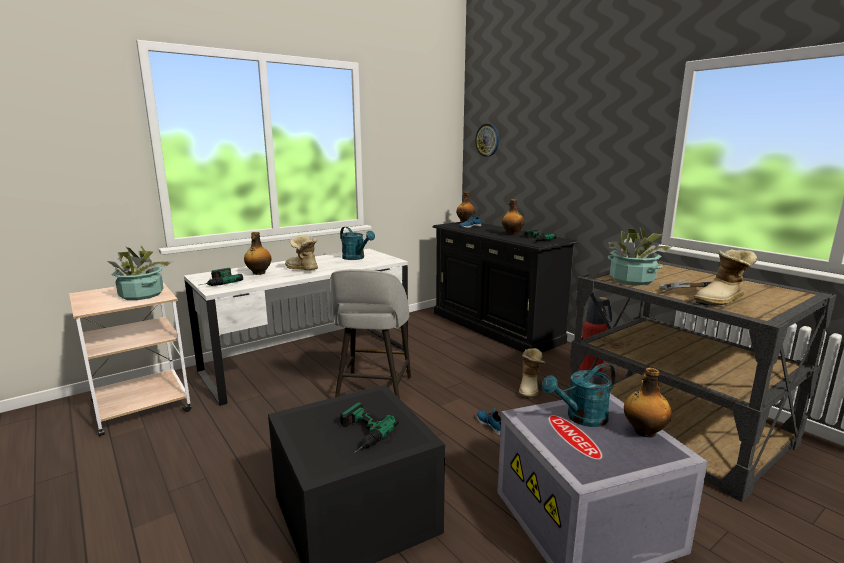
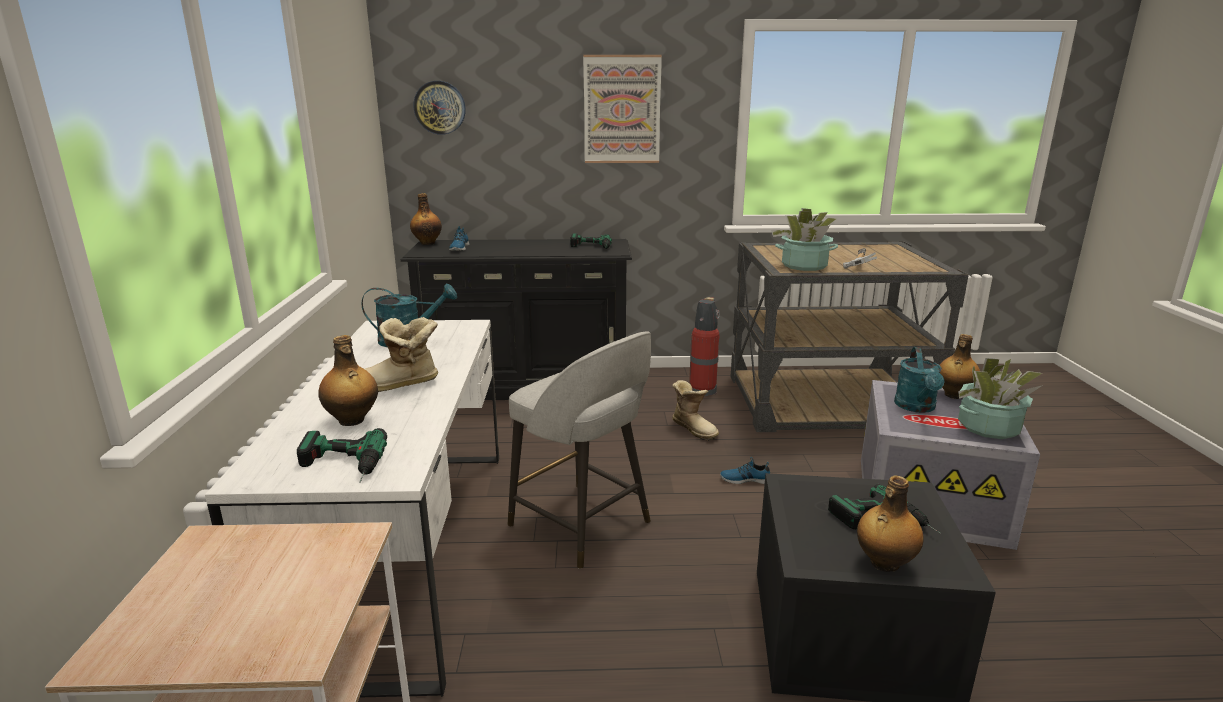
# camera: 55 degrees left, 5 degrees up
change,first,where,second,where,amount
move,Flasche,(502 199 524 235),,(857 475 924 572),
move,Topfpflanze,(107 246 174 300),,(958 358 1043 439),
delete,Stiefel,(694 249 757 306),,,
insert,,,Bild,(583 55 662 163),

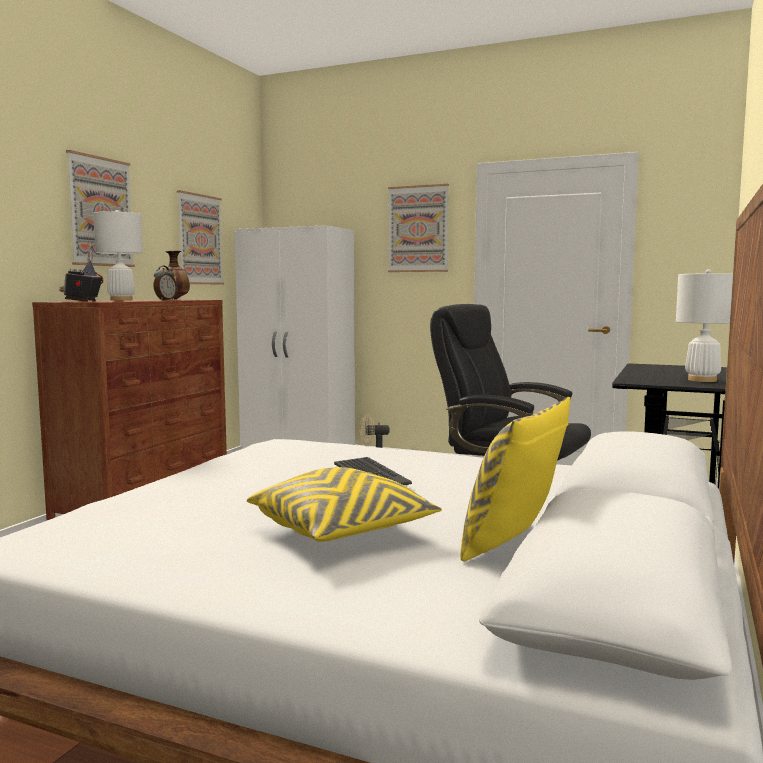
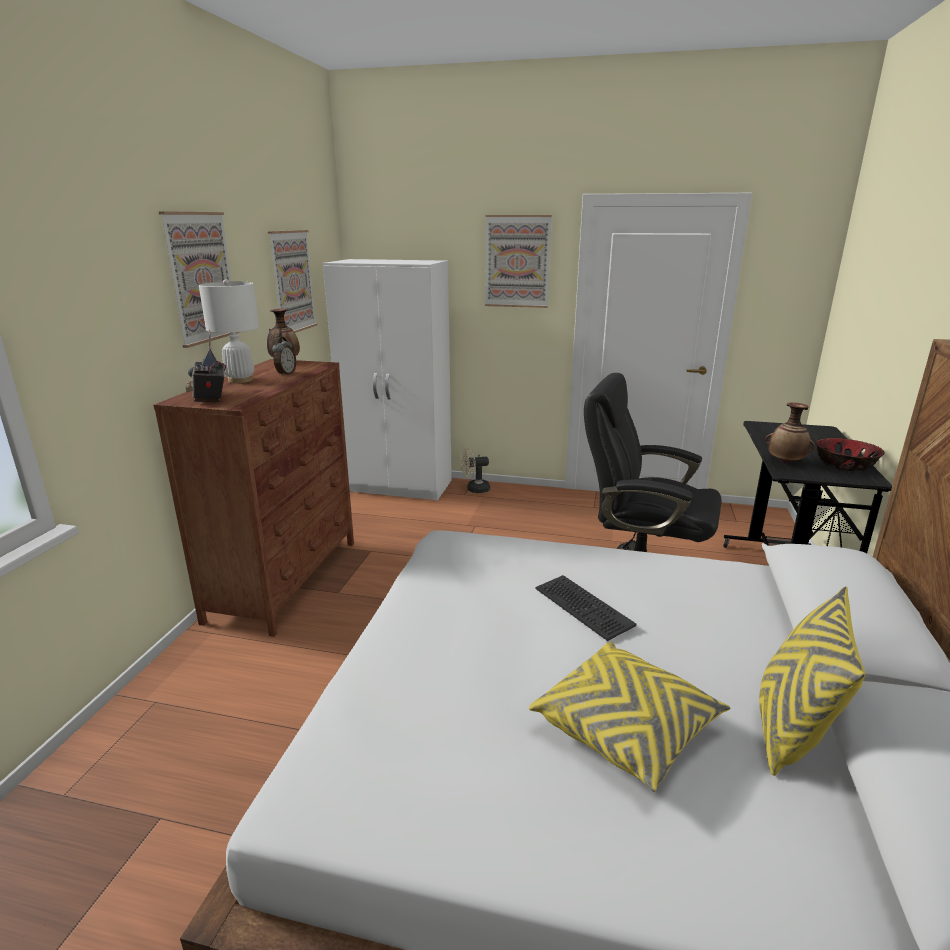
# camera: 10 degrees left, 15 degrees up
change,first,where,second,where,amount
replace,Tischlampe (weiß),(676 269 733 382),Schüssel,(816 438 884 471),
insert,,,Vase,(765 403 815 463),

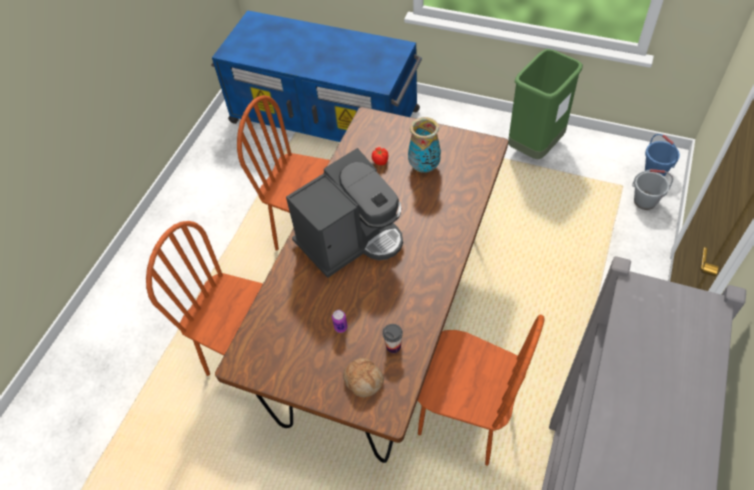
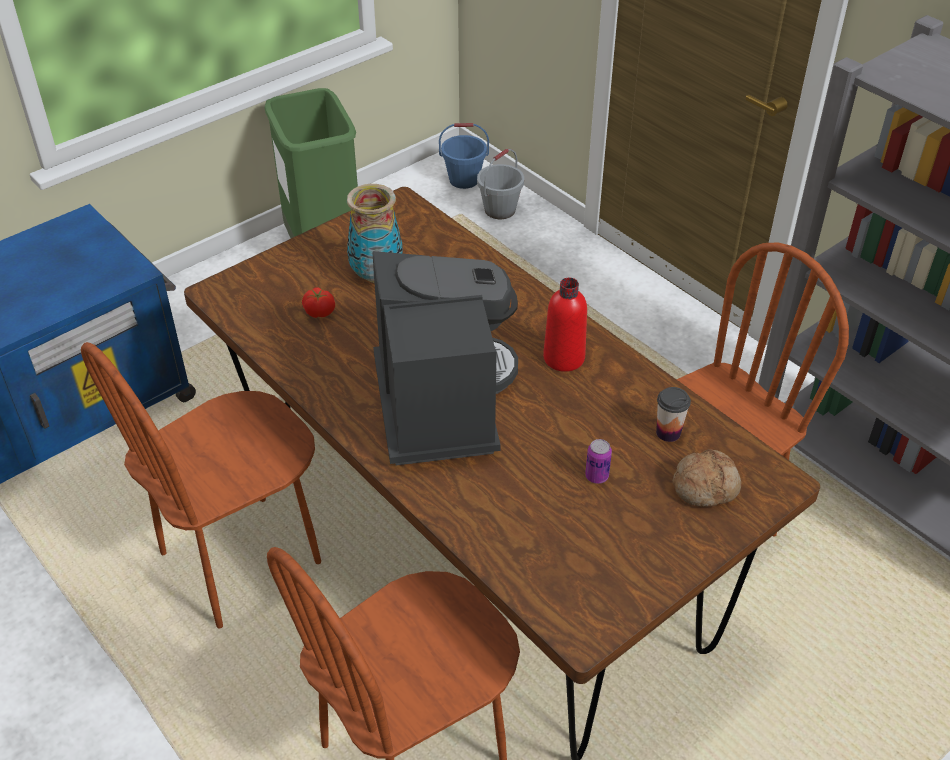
# camera: 65 degrees left, 10 degrees down
change,first,where,second,where,amount
insert,,,Flasche (rot),(543 278 587 372),

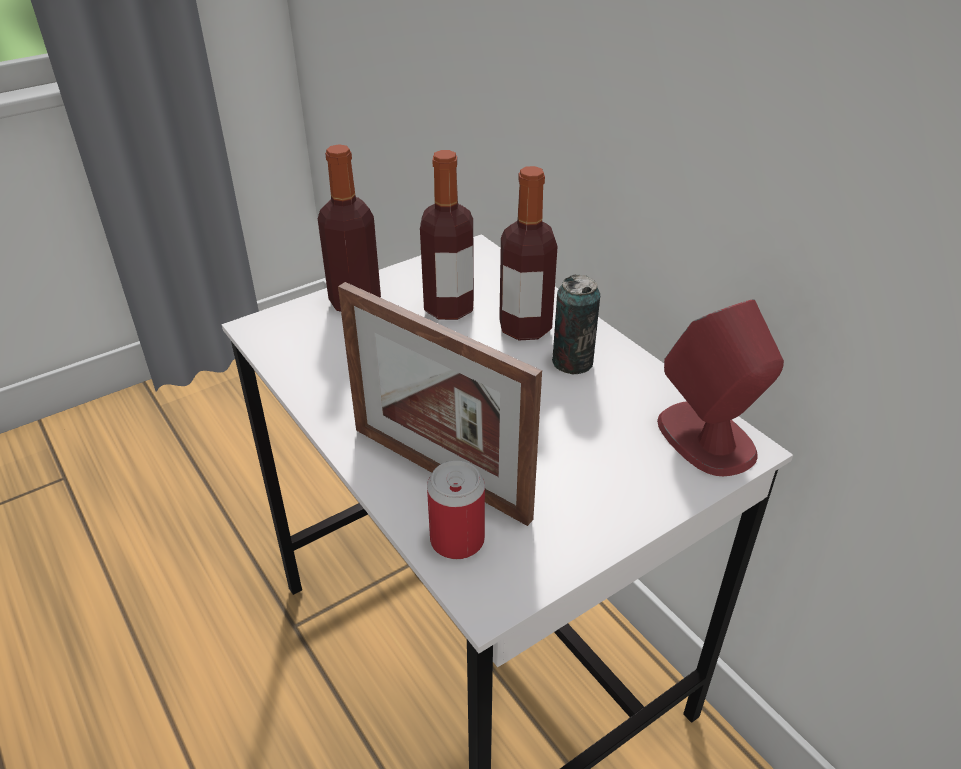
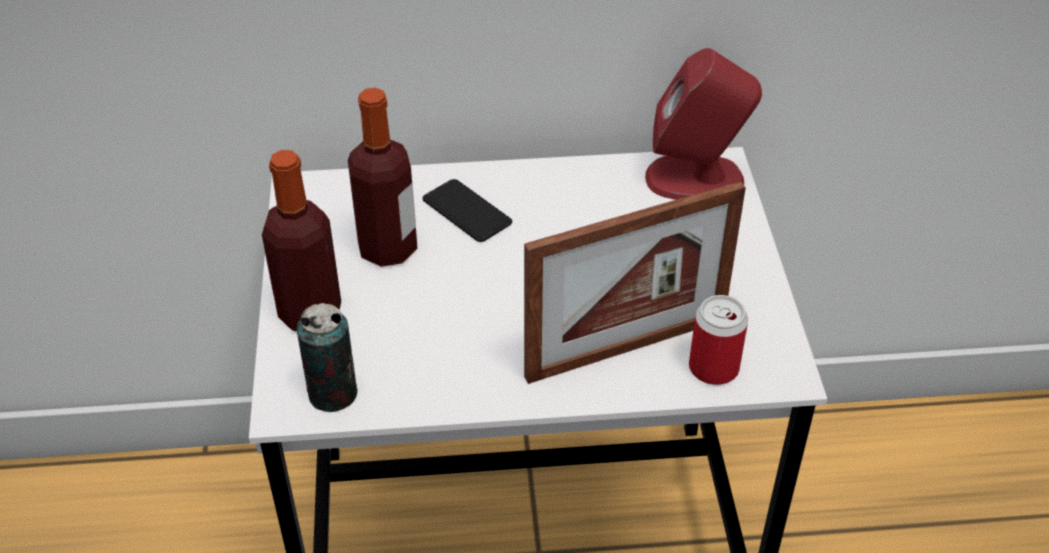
# camera: 60 degrees left, 5 degrees up
change,first,where,second,where,amount
replace,Flasche,(499 166 558 340),Handy,(422 179 512 242),
move,Dose,(552 275 600 374),,(297 303 357 412),

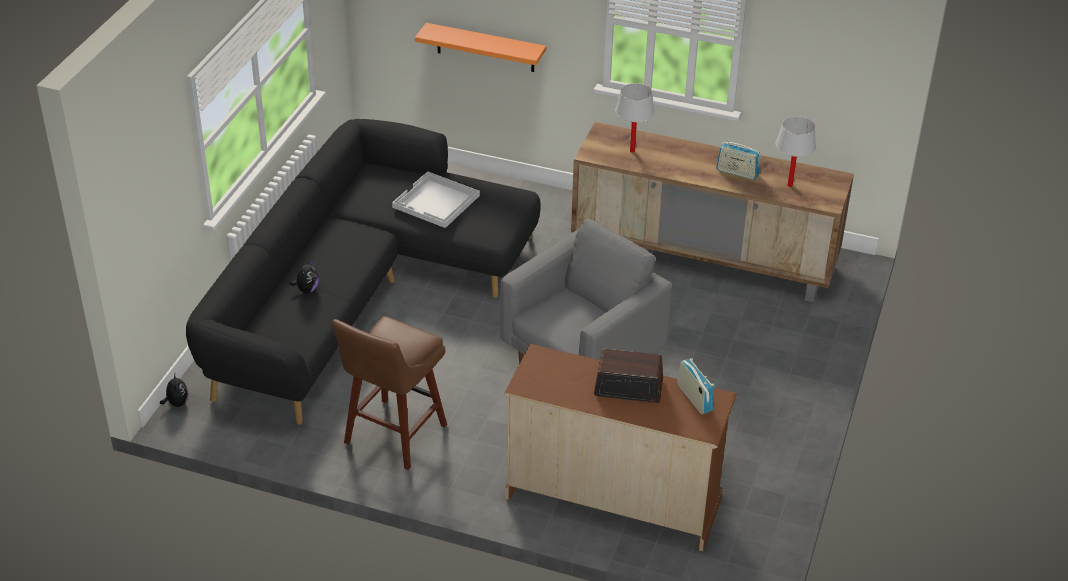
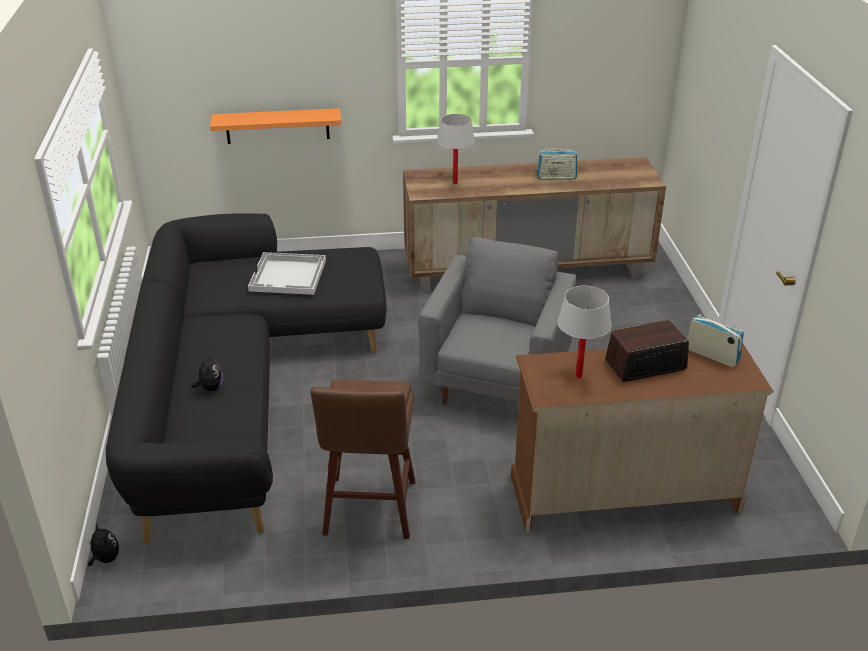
# camera: 25 degrees left, 5 degrees down
change,first,where,second,where,amount
move,Tischlampe (weiß),(776 116 816 187),,(557 286 611 378),

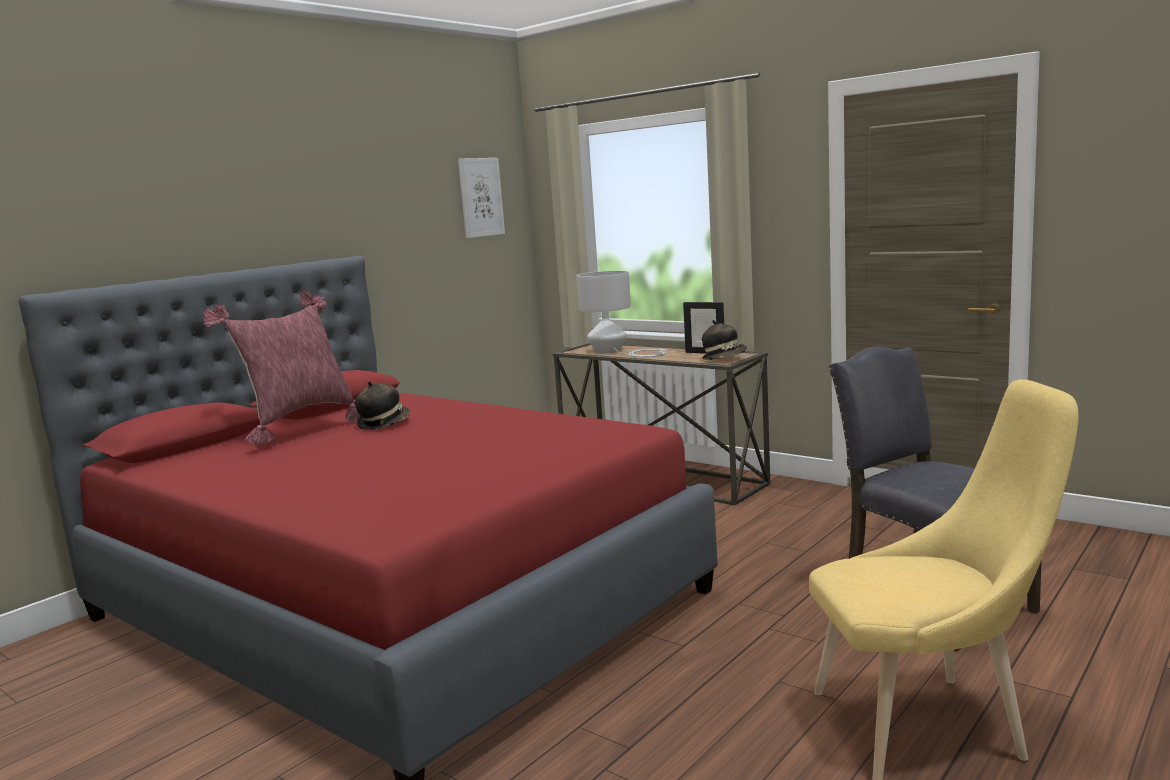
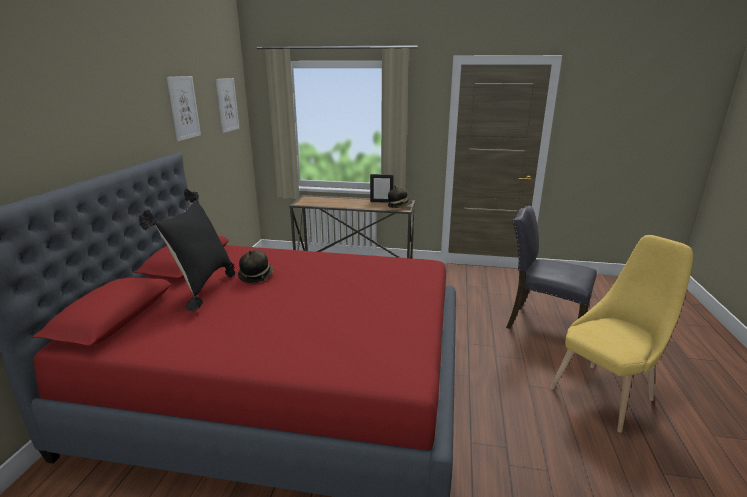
# camera: 30 degrees left, 10 degrees up
change,first,where,second,where,amount
delete,Tischlampe (weiß),(576 271 667 357),,,
recolor,Kissen (rot),(202 290 360 445),Kissen (schwarz),(138 189 236 311),
insert,,,Bild,(167 76 201 141),

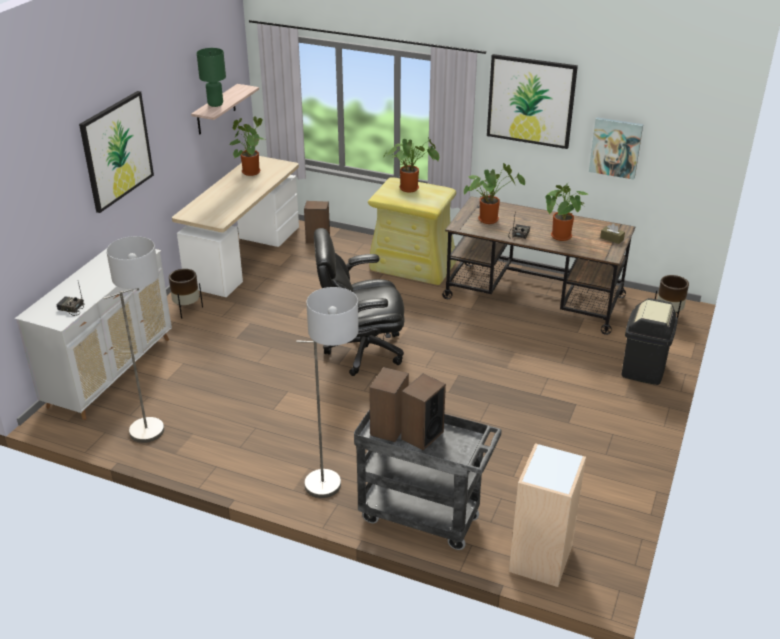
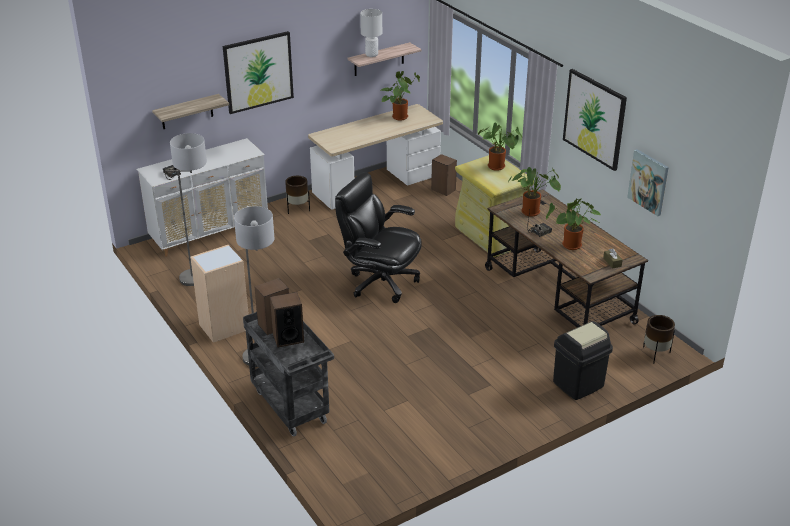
# camera: 35 degrees right, 0 degrees up
change,first,where,second,where,amount
recolor,Tischlampe (grün),(197 48 226 107),Tischlampe (weiß),(360 9 382 57),
move,Bücherregal,(509 443 586 587),,(190 245 249 343),
insert,,,Wandregal,(152 94 229 129),

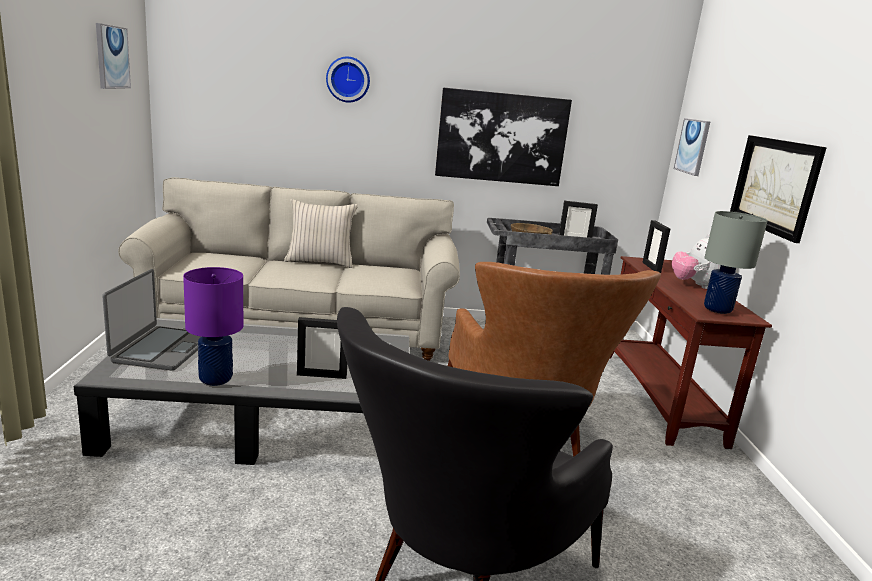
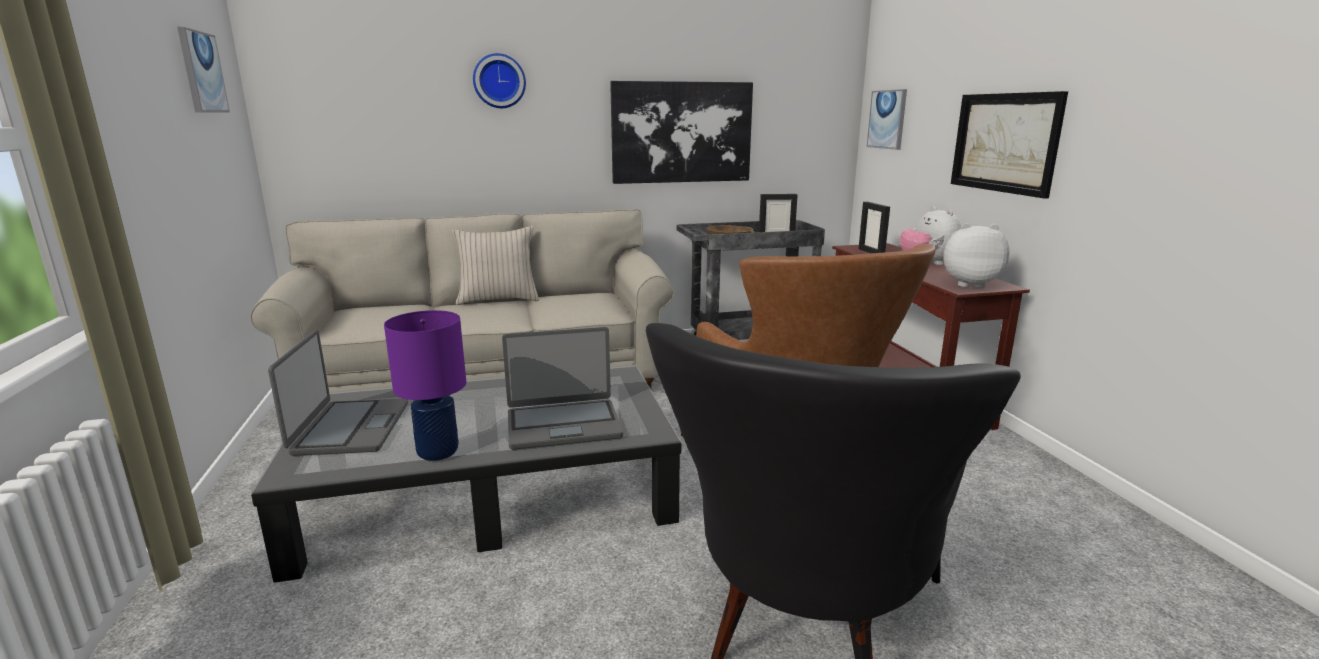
# camera: 10 degrees left, 0 degrees up
change,first,where,second,where,amount
replace,Tischlampe (grau),(704 211 768 314),Plüschtier,(943 223 1010 288),
replace,Bilderrahmen,(297 317 347 379),Laptop,(502 327 623 450),

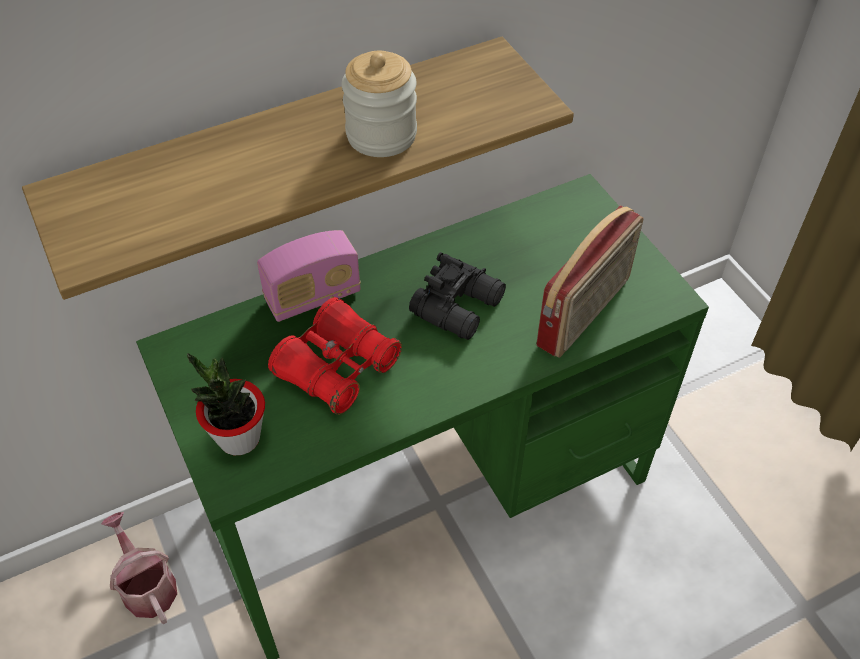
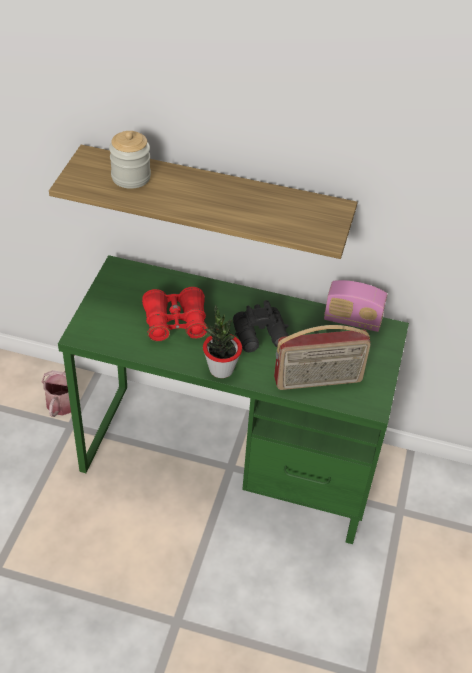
# camera: 40 degrees right, 5 degrees down
change,first,where,second,where,amount
move,Vorratsglas,(341 51 417 157),,(109 131 151 189),
move,Radio,(257 230 361 322),,(324 280 387 332),
move,Topfpflanze,(187 353 265 455),,(203 305 242 378),

